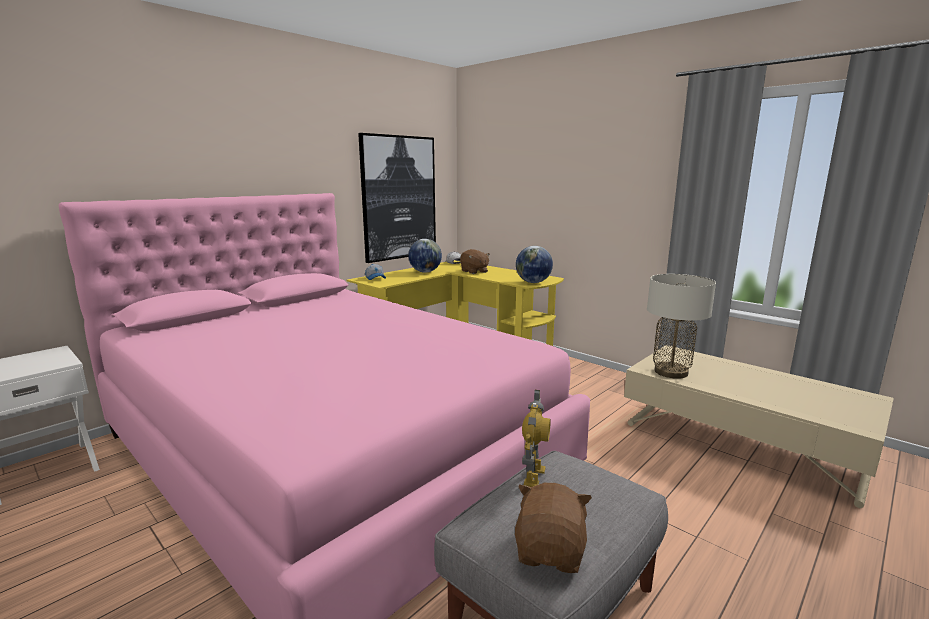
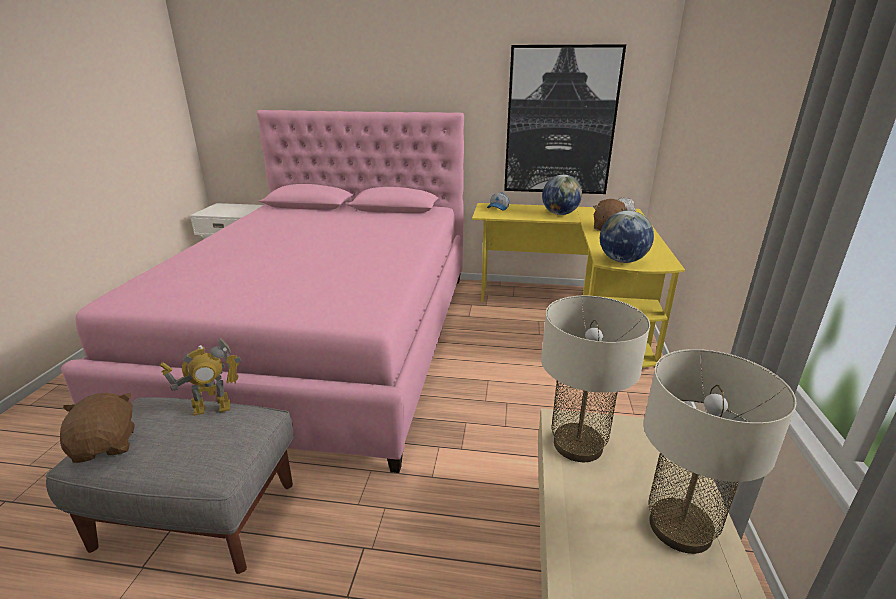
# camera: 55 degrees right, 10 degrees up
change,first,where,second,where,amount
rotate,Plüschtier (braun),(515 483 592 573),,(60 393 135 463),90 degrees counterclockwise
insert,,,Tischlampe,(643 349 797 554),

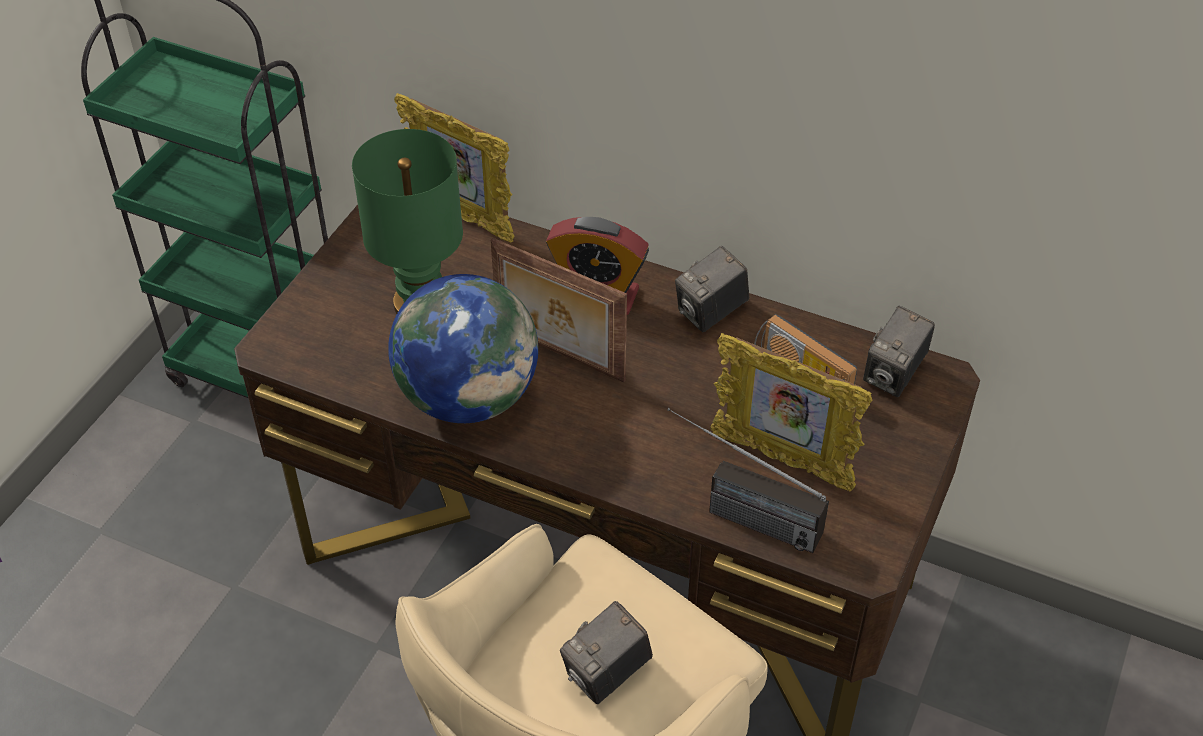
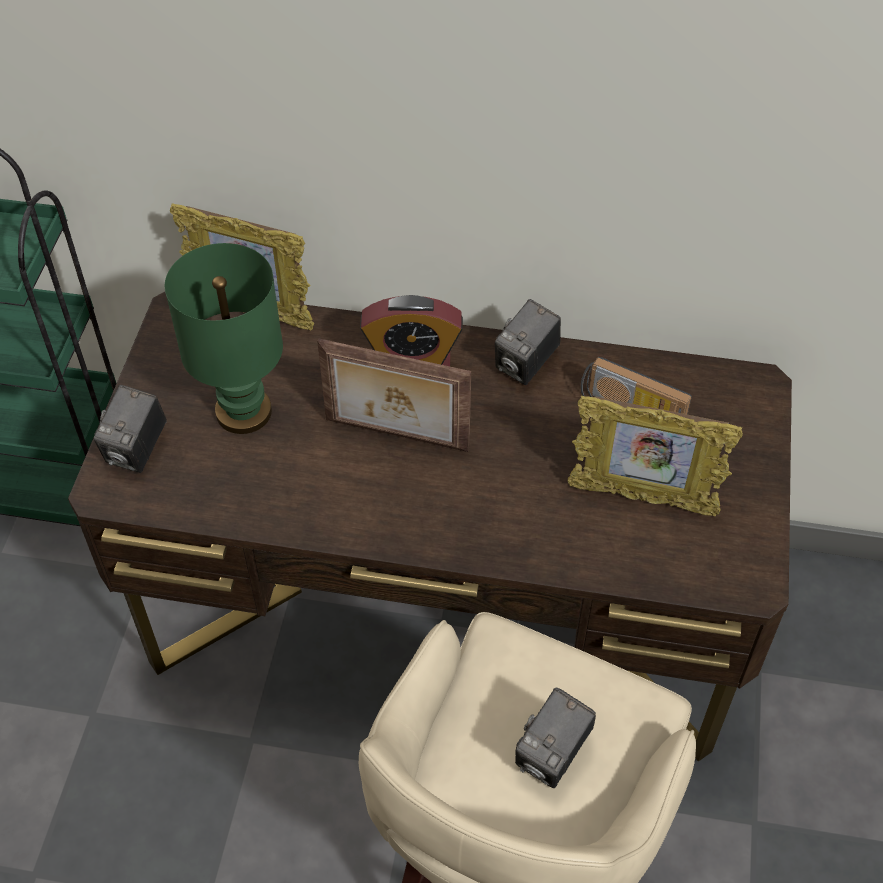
# camera: 15 degrees left, 5 degrees up
change,first,where,second,where,amount
delete,Globus,(388 274 538 423),,,
move,Kamera,(863 306 935 397),,(94 385 167 473),
delete,Radio,(667 408 829 553),,,

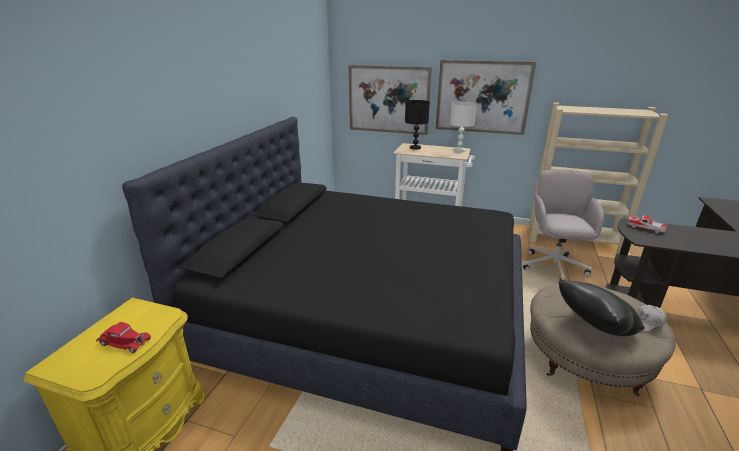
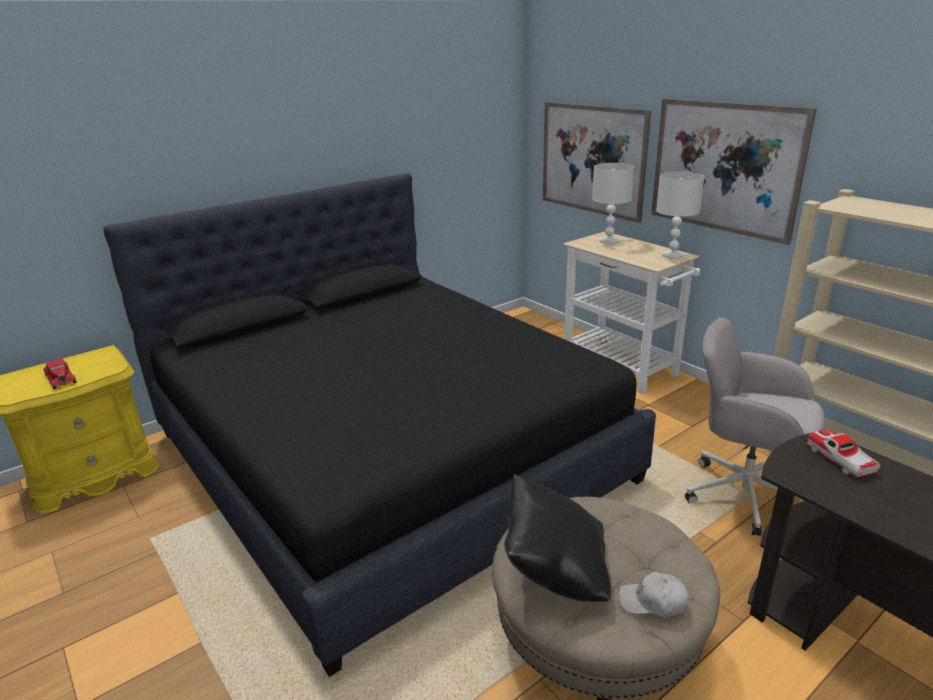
# camera: 35 degrees right, 0 degrees up
change,first,where,second,where,amount
recolor,Tischlampe (schwarz),(405 100 430 150),Tischlampe (weiß),(592 163 634 244),
rotate,Bürostuhl (grau),(523 169 604 281),,(685 317 825 536),105 degrees counterclockwise

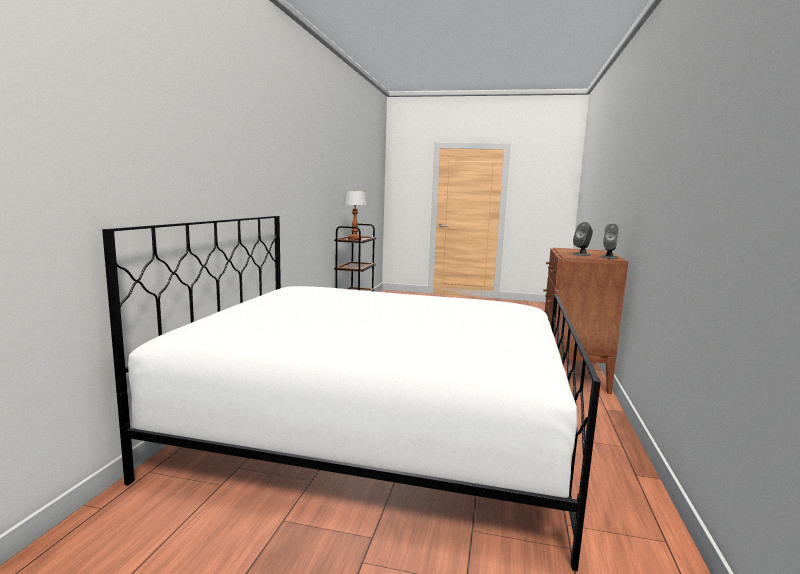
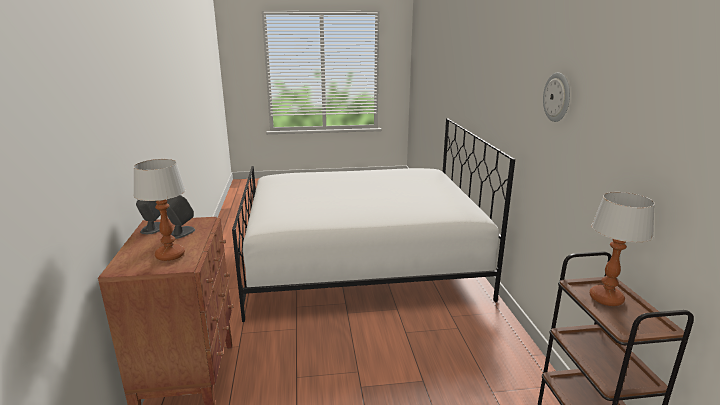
# camera: 160 degrees right, 10 degrees up
change,first,where,second,where,amount
insert,,,Wanduhr,(543 72 570 122),
insert,,,Tischlampe,(133 159 186 261),

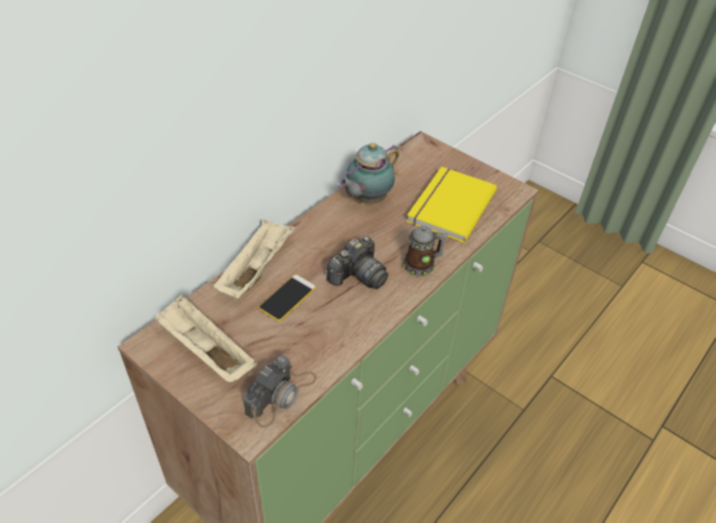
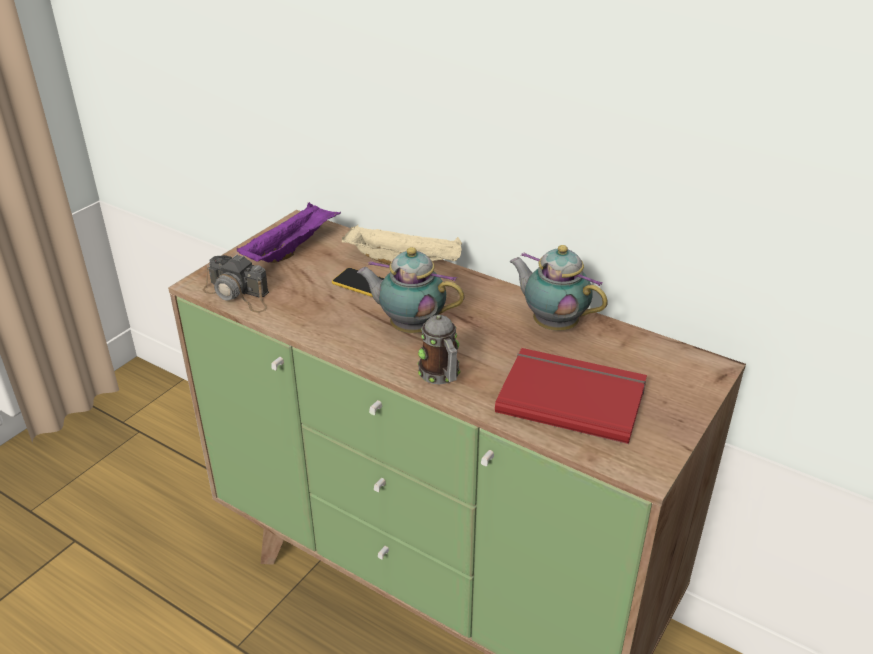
# camera: 85 degrees right, 10 degrees down
change,first,where,second,where,amount
recolor,Buch (gelb),(406 167 497 243),Buch (rot),(495 348 647 444),
replace,Kamera,(326 236 388 289),Teekanne,(357 247 465 333),
recolor,Tablett (beige),(155 294 257 383),Tablett (lila),(237 202 341 263),

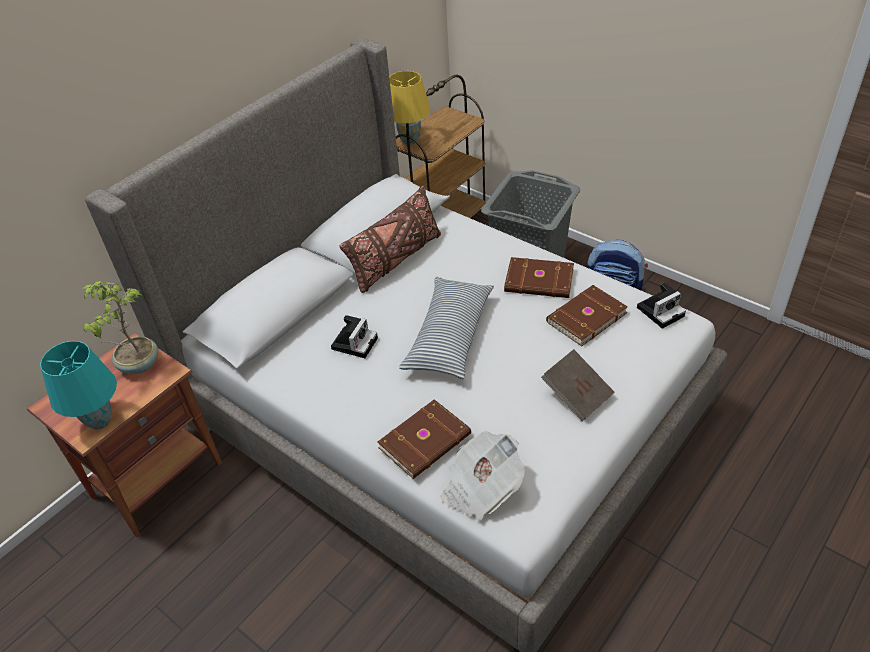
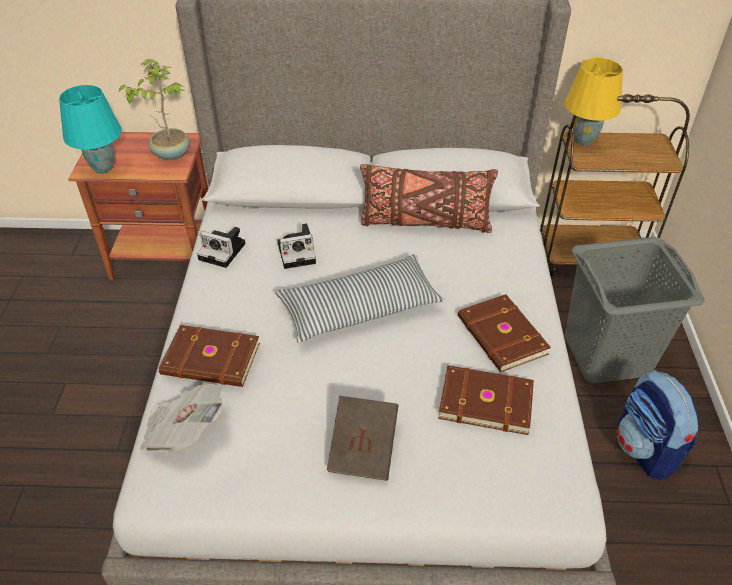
# camera: 50 degrees right, 0 degrees up
change,first,where,second,where,amount
move,Kamera,(637 282 686 329),,(197 227 245 268),

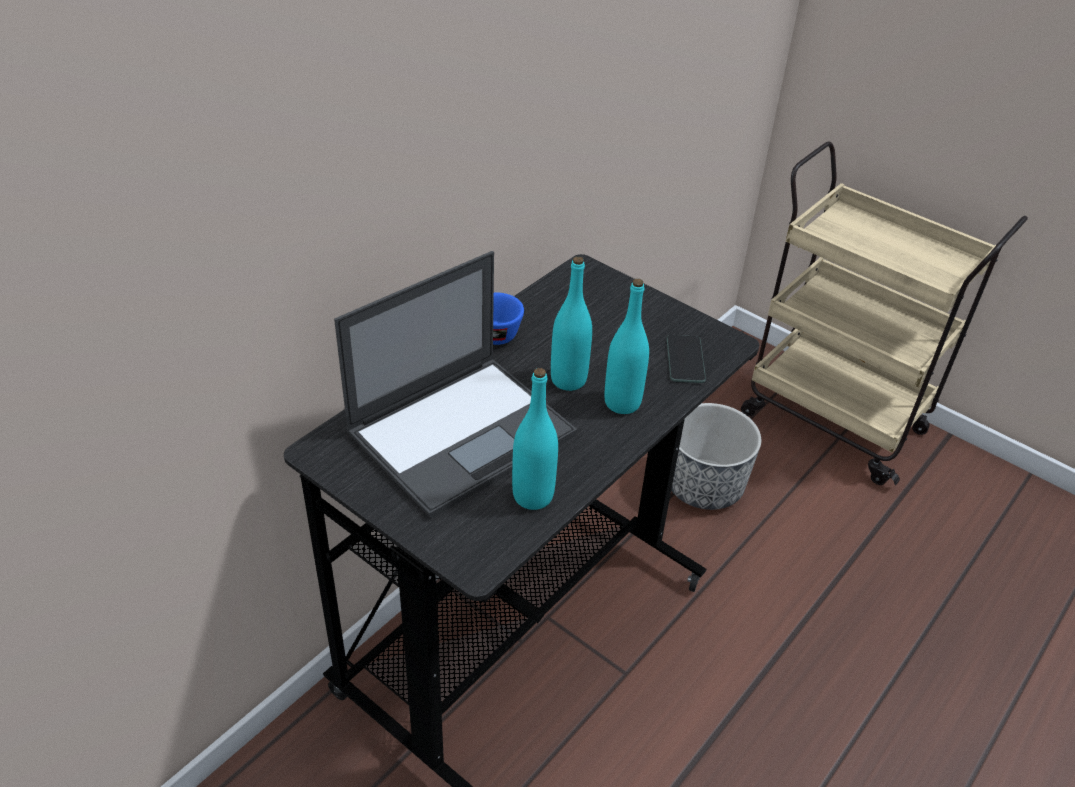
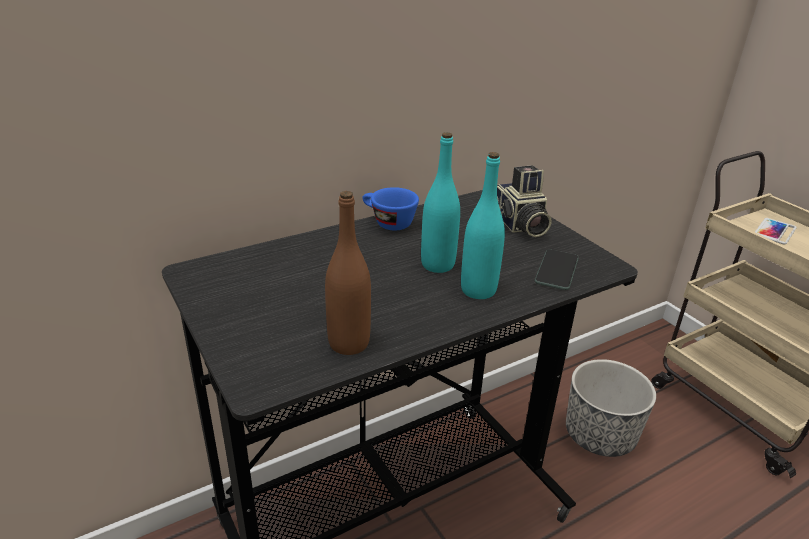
# camera: 20 degrees right, 10 degrees down
change,first,where,second,where,amount
delete,Laptop,(334 251 577 519),,,
recolor,Flasche (türkis),(512 368 558 510),Flasche (braun),(325 191 371 355),
insert,,,Kamera,(497 165 552 237),
insert,,,Handy,(755 218 797 245),

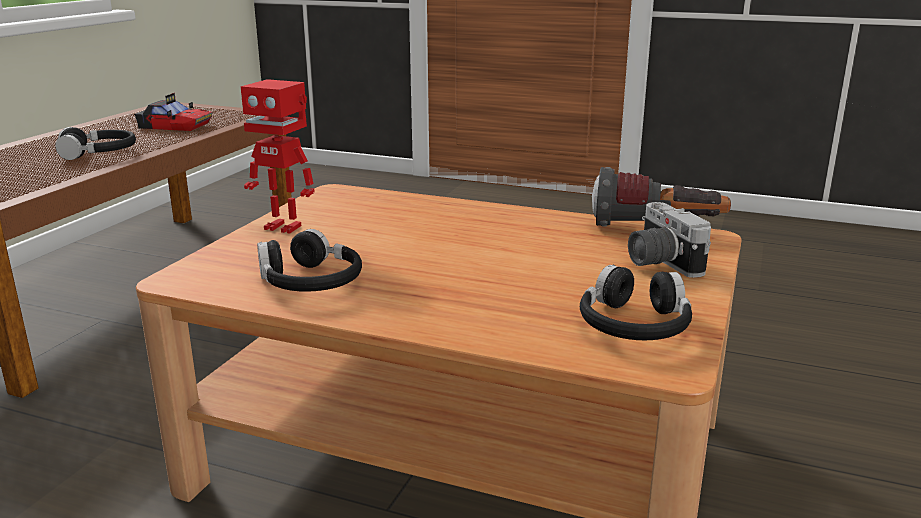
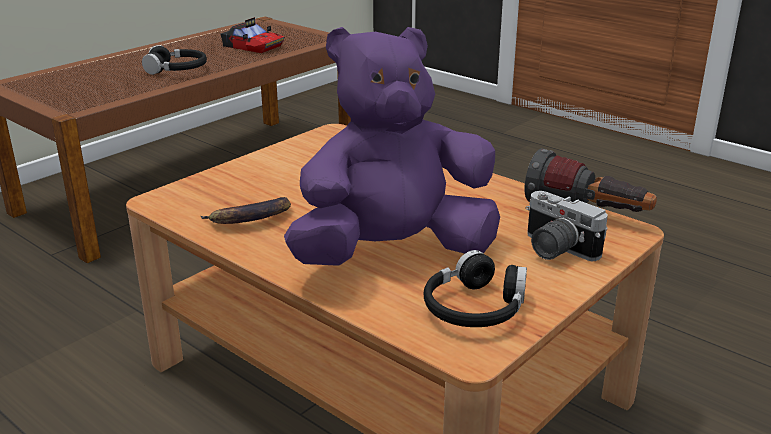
# camera: 20 degrees right, 5 degrees up
change,first,where,second,where,amount
delete,Spielzeugroboter,(240 79 315 234),,,
rotate,Kamera,(628 202 711 278),,(525 191 608 261),45 degrees counterclockwise
replace,Kopfhörer (schwarz),(257 229 362 292),Banane,(201 197 291 224),
insert,,,Plüschtier (lila),(284 27 500 266),

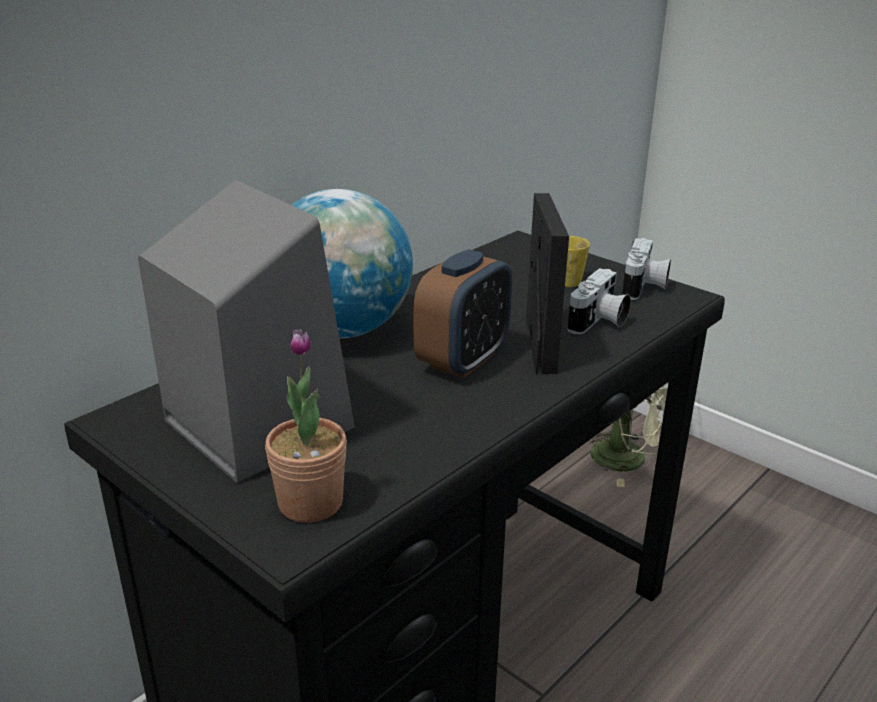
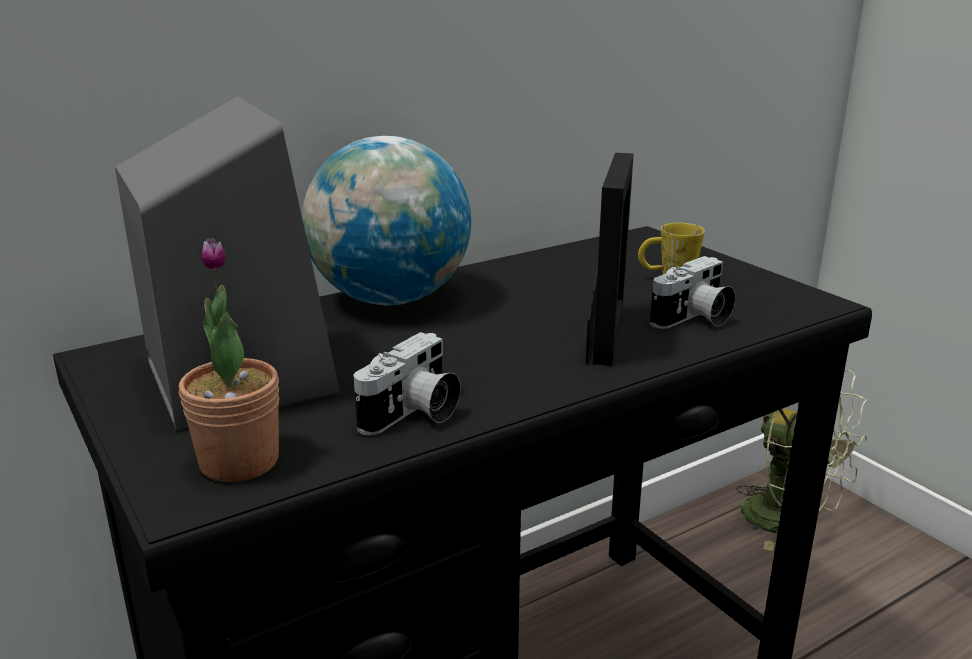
# camera: 15 degrees right, 5 degrees down
change,first,where,second,where,amount
move,Kamera,(622 238 671 300),,(354 332 461 435),
delete,Wecker,(414 249 512 378),,,

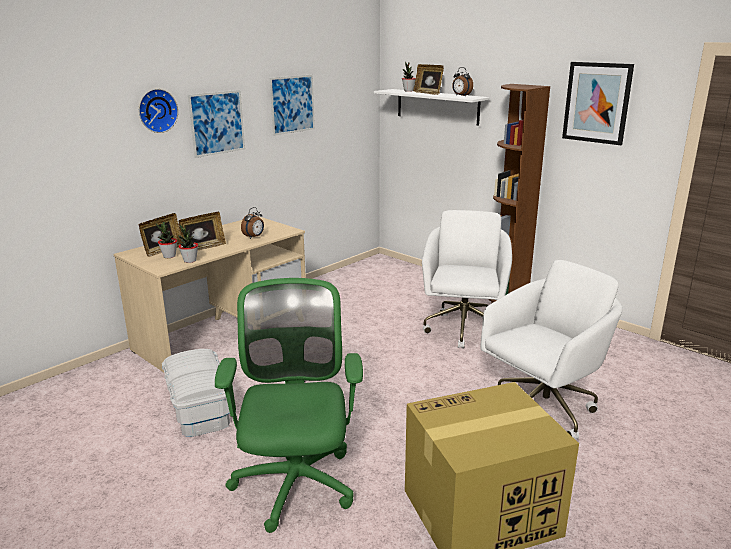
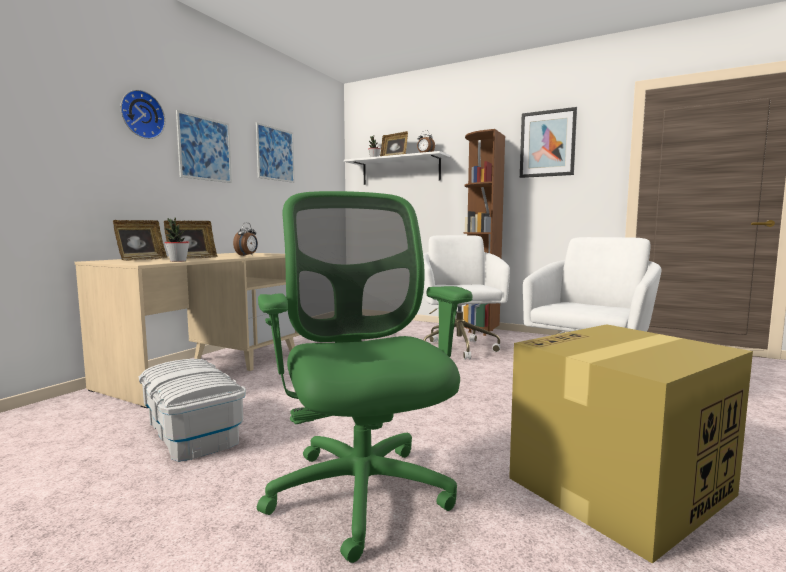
# camera: 15 degrees left, 15 degrees down
change,first,where,second,where,amount
delete,Topfpflanze,(156 222 177 258),,,

